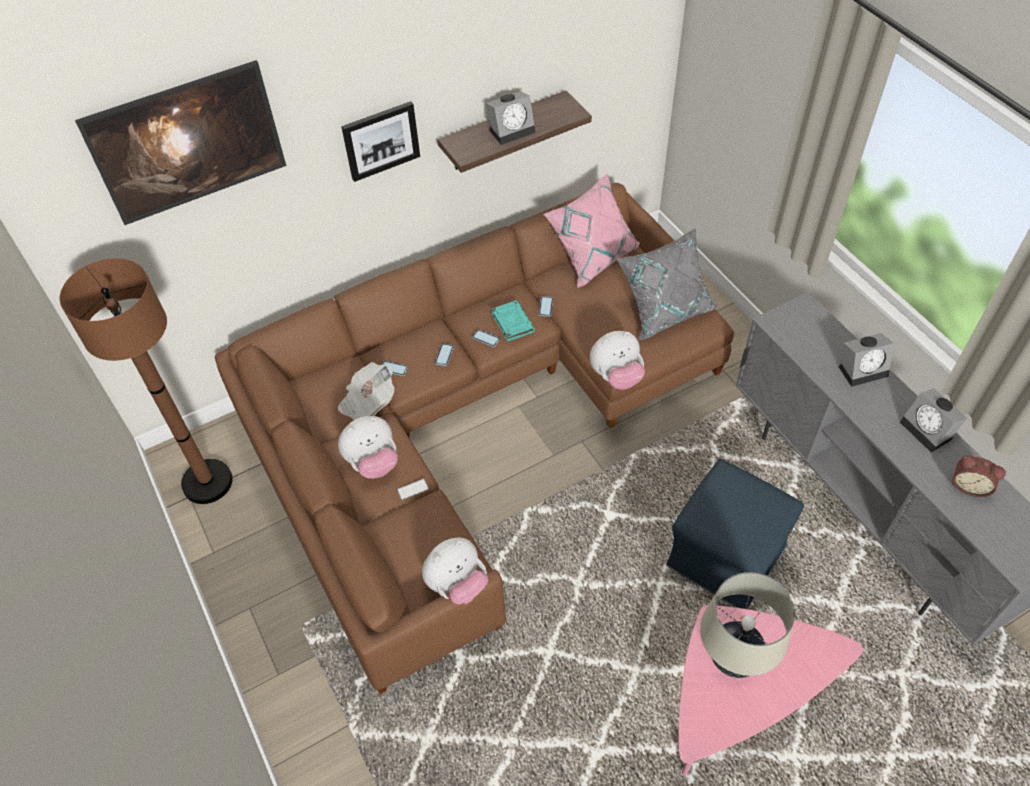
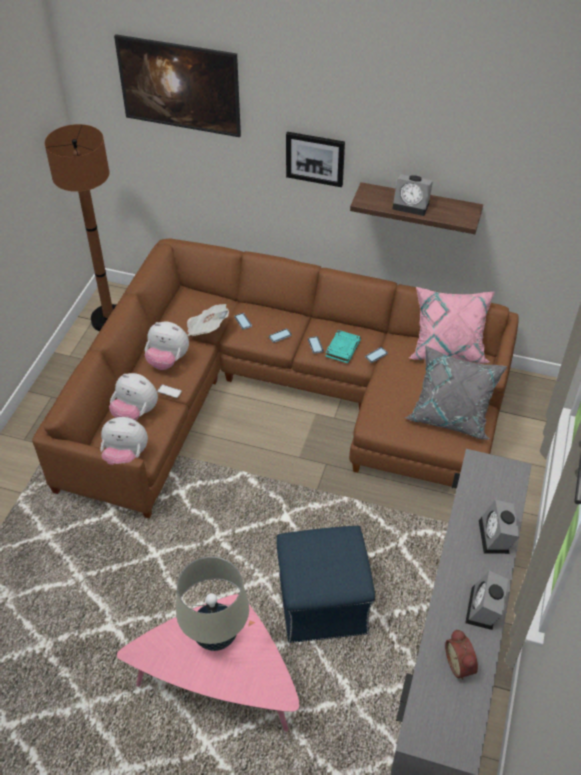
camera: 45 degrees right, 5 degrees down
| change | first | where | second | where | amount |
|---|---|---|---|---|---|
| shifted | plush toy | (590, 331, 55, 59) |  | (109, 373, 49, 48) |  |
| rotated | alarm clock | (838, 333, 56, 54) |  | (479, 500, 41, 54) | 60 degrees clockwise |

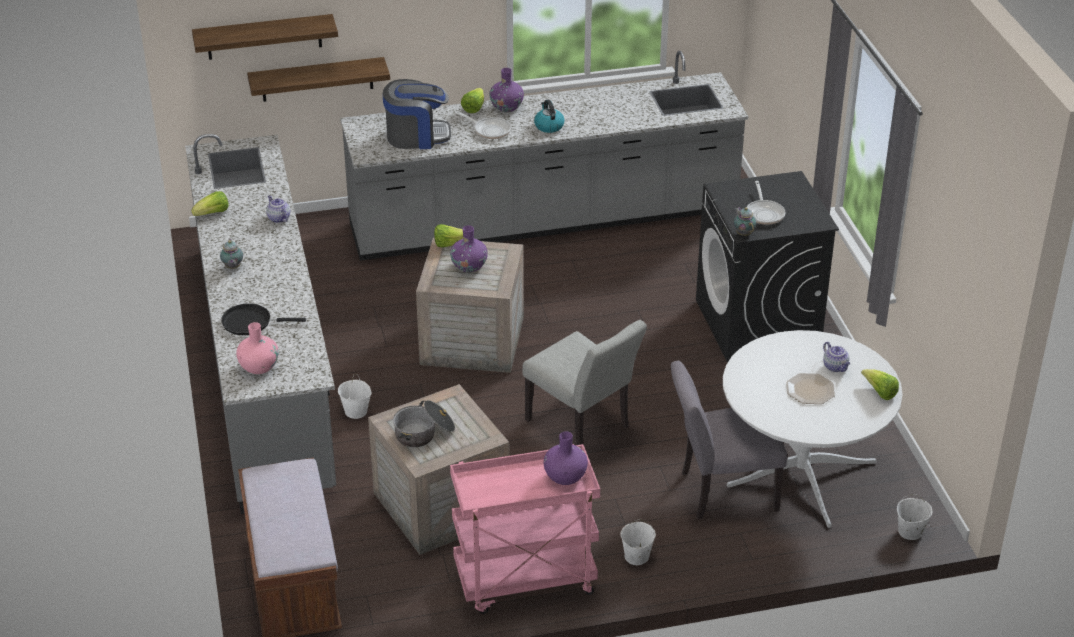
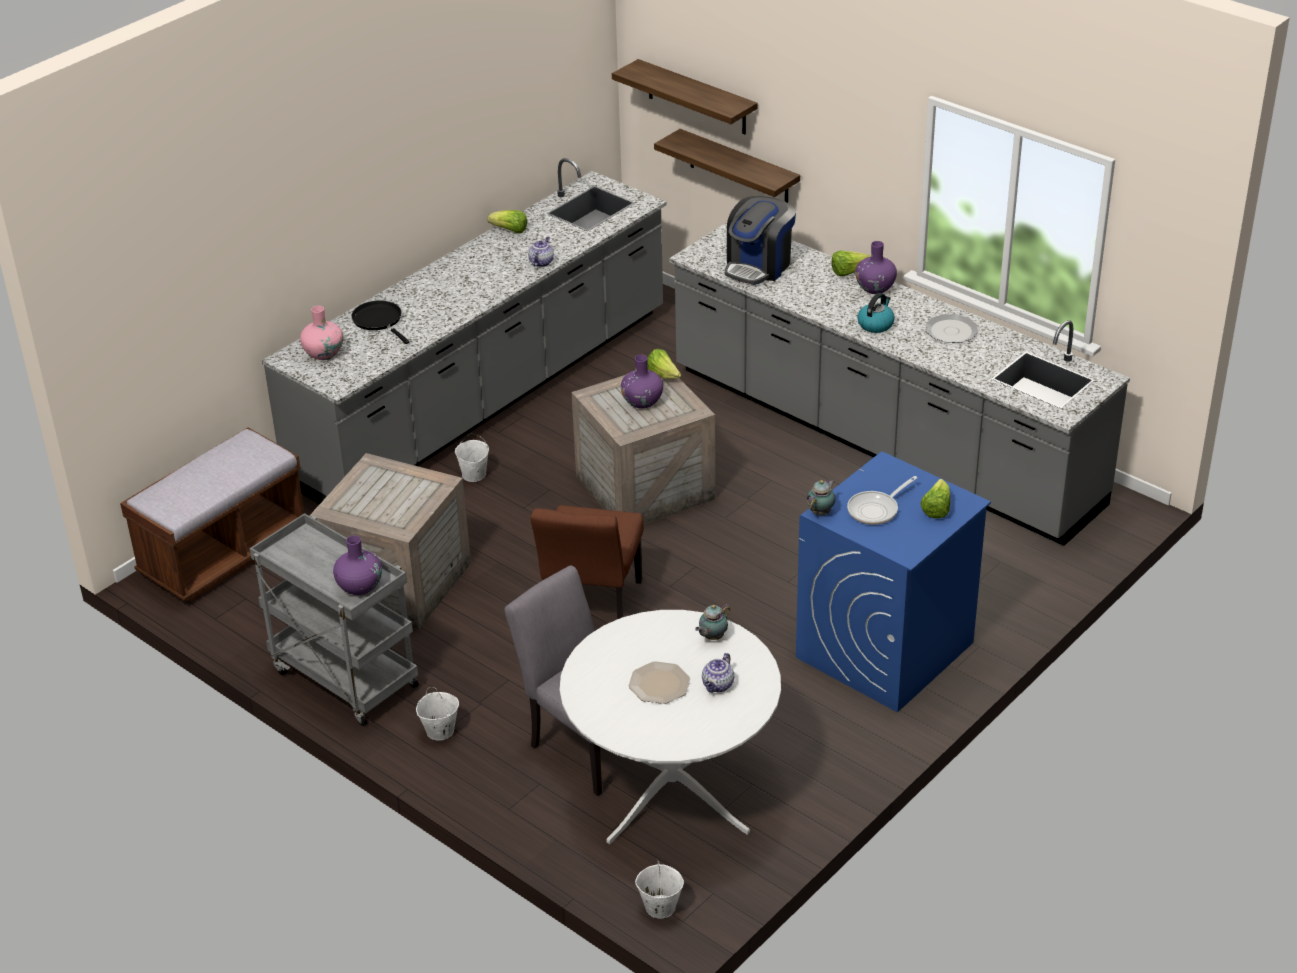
camera: 55 degrees right, 0 degrees up
| change | first | where | second | where | amount |
|---|---|---|---|---|---|
| shifted | teapot | (220, 239, 23, 30) |  | (695, 604, 35, 36) |  |
| rotated | coffee machine | (383, 79, 68, 70) |  | (725, 196, 71, 89) | 75 degrees clockwise |
| gone | cooking pot | (393, 400, 62, 47) |  |  |  |
| repainted | pink cart | (450, 444, 150, 170) | grey cart | (250, 513, 169, 213) |  |
| gone | frying pan | (454, 111, 57, 28) |  |  |  |
| repainted | grey chair | (522, 320, 125, 125) | brown chair | (531, 505, 113, 114) |  |
| repainted | black washing machine | (696, 171, 143, 191) | blue washing machine | (796, 451, 195, 262) |  |
| shifted | lettuce | (861, 369, 38, 31) |  | (921, 479, 29, 39) |  |
| new |  |  | plate | (925, 314, 53, 29) |  |

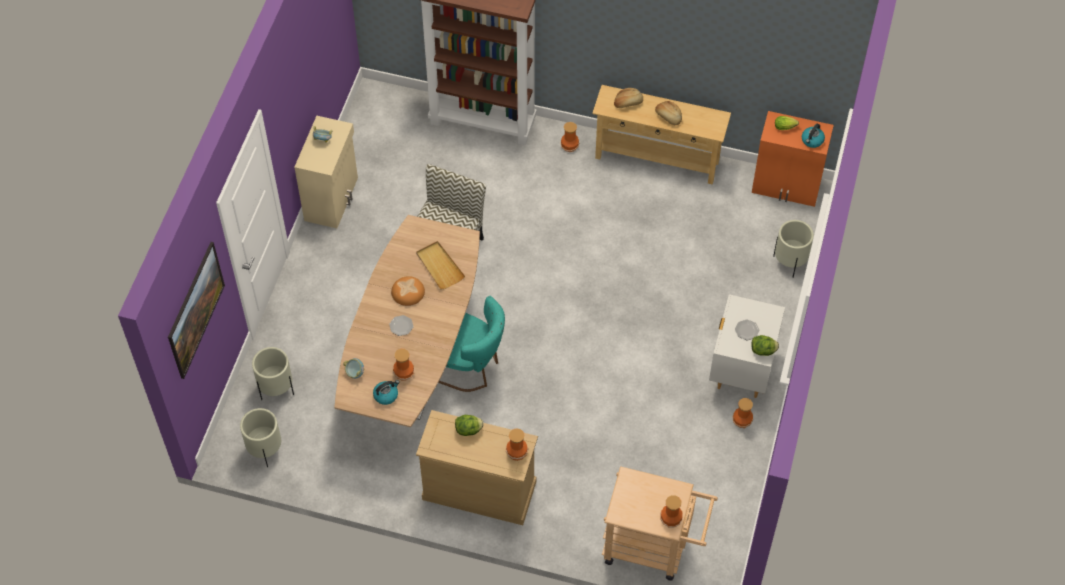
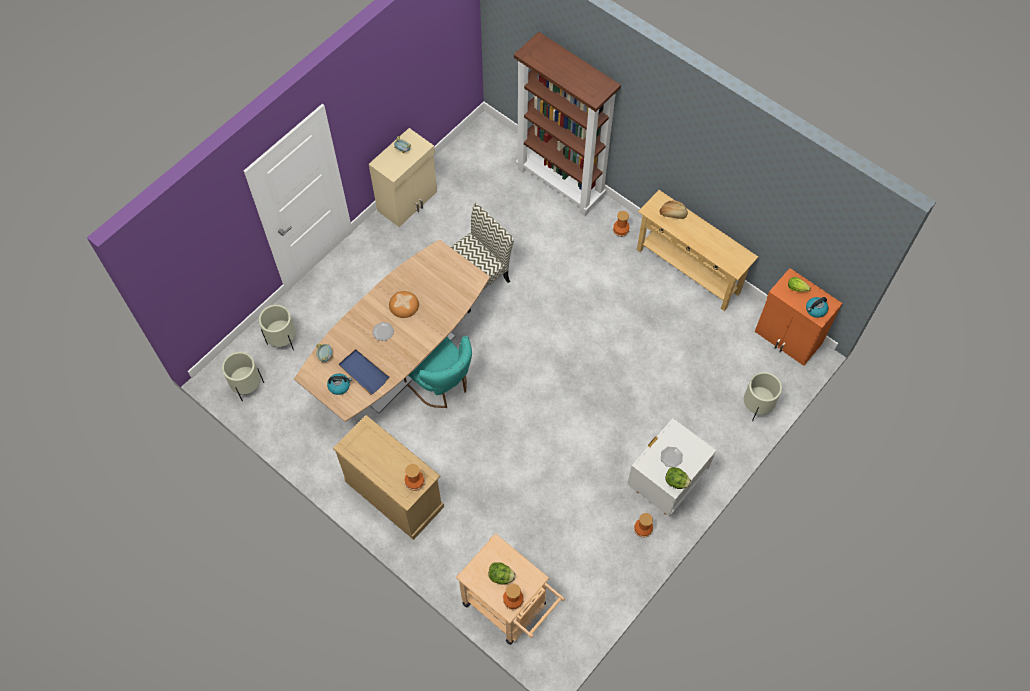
camera: 25 degrees right, 5 degrees up
| change | first | where | second | where | amount |
|---|---|---|---|---|---|
| gone | picture | (168, 242, 57, 137) |  |  |  |
| swapped | vase | (393, 349, 21, 32) | blue tray | (339, 349, 51, 46) |  |
| gone | beige tray | (416, 241, 49, 48) |  |  |  |
| shifted | lettuce | (455, 415, 29, 21) |  | (488, 562, 28, 23) |  |
| gone | bread | (655, 101, 27, 24) |  |  |  |

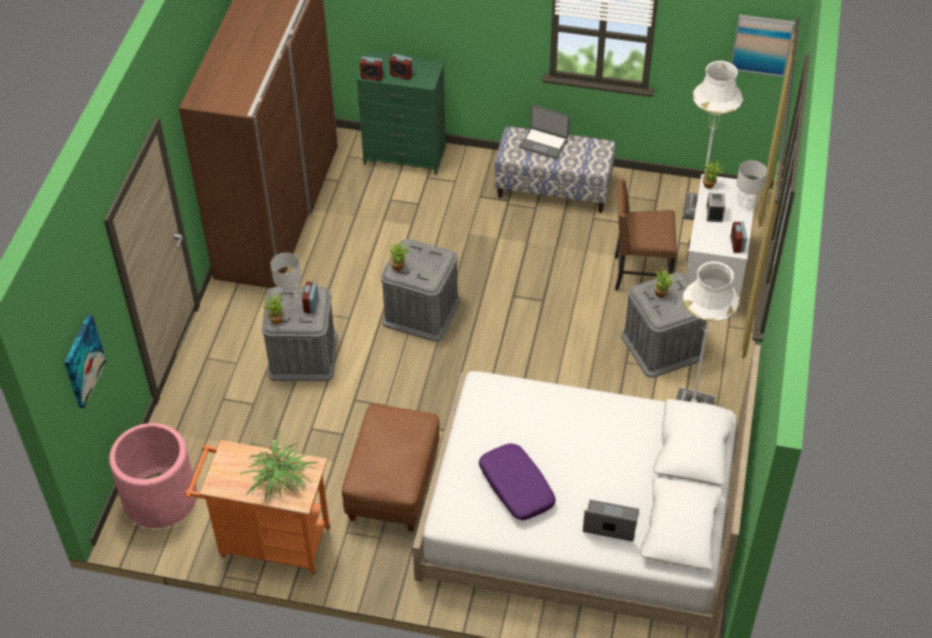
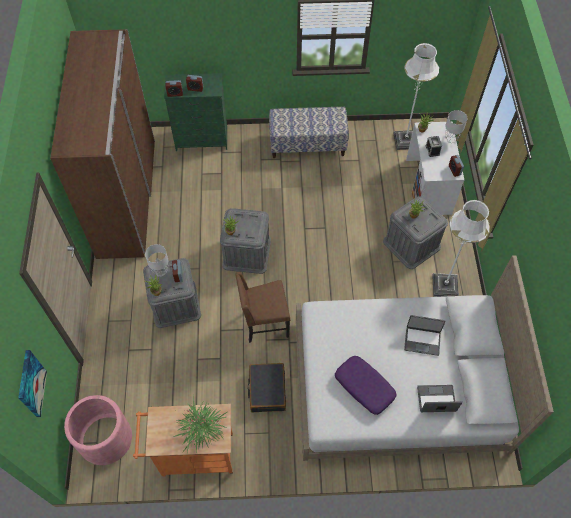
camera: 15 degrees left, 10 degrees up
| change | first | where | second | where | amount |
|---|---|---|---|---|---|
| swapped | brown ottoman | (342, 404, 97, 128) | black suitcase | (247, 363, 39, 49) |  |
| shifted | laptop | (519, 105, 51, 54) |  | (404, 315, 42, 41) |  |
| shifted | brown chair | (615, 178, 62, 112) |  | (235, 272, 55, 71) |  |
| gone | picture | (731, 14, 64, 63) |  |  |  |

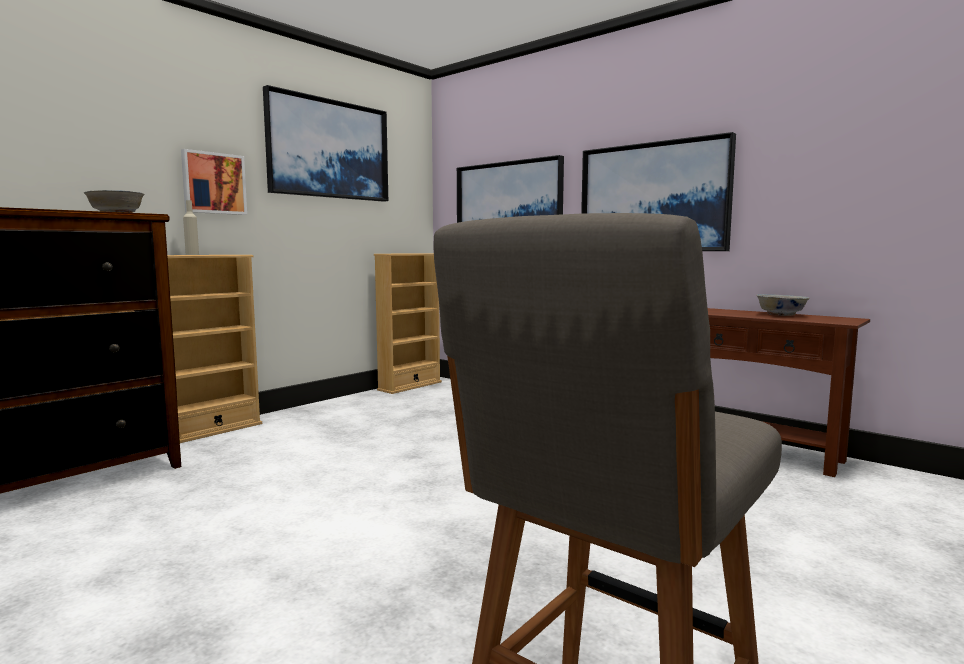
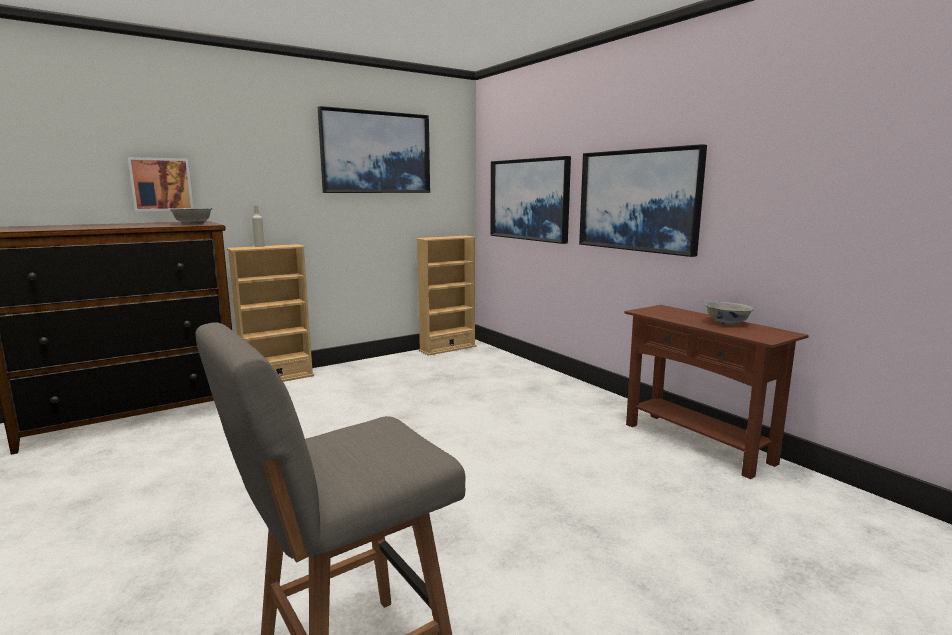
camera: 15 degrees right, 5 degrees up
| change | first | where | second | where | amount |
|---|---|---|---|---|---|
| shifted | picture | (181, 149, 66, 66) |  | (127, 157, 67, 54) |  |

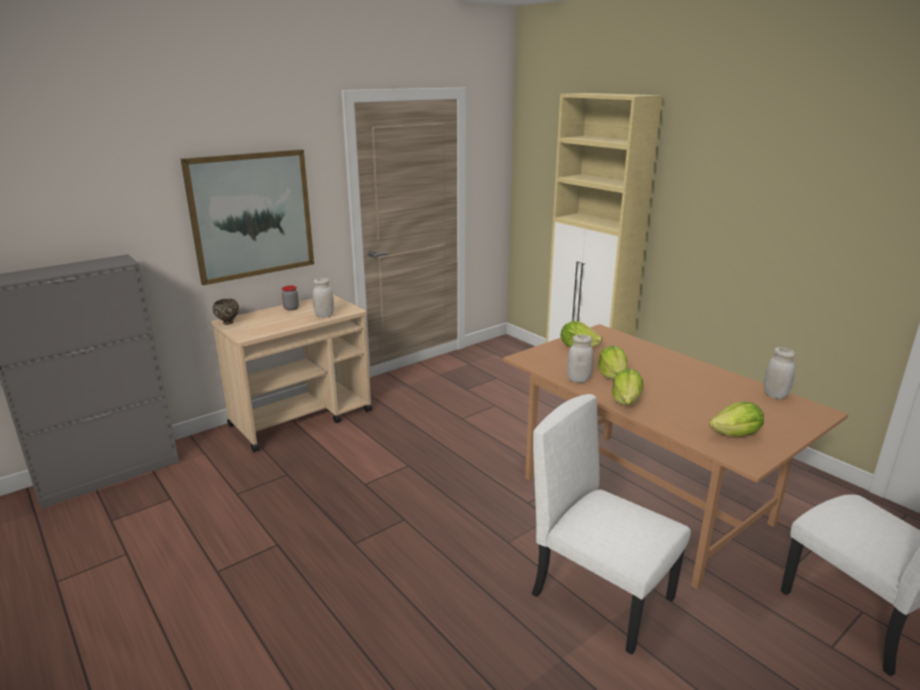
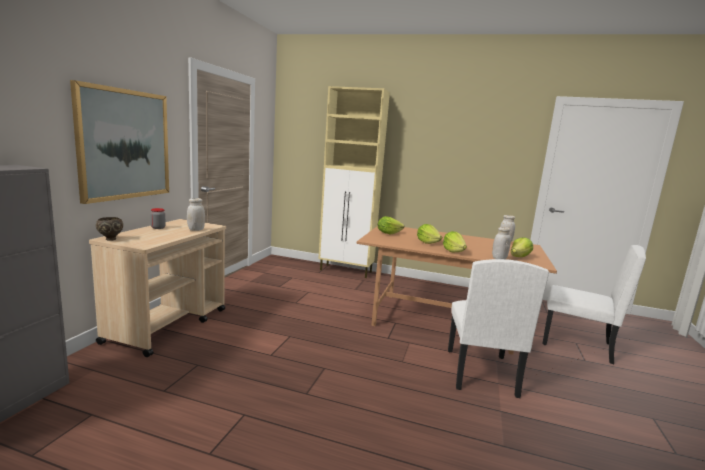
camera: 35 degrees left, 10 degrees down
| change | first | where | second | where | amount |
|---|---|---|---|---|---|
| rotated | white chair | (532, 394, 159, 261) |  | (448, 259, 101, 139) | 90 degrees counterclockwise |
| shifted | white jar | (567, 334, 27, 49) |  | (492, 227, 19, 32) |  |

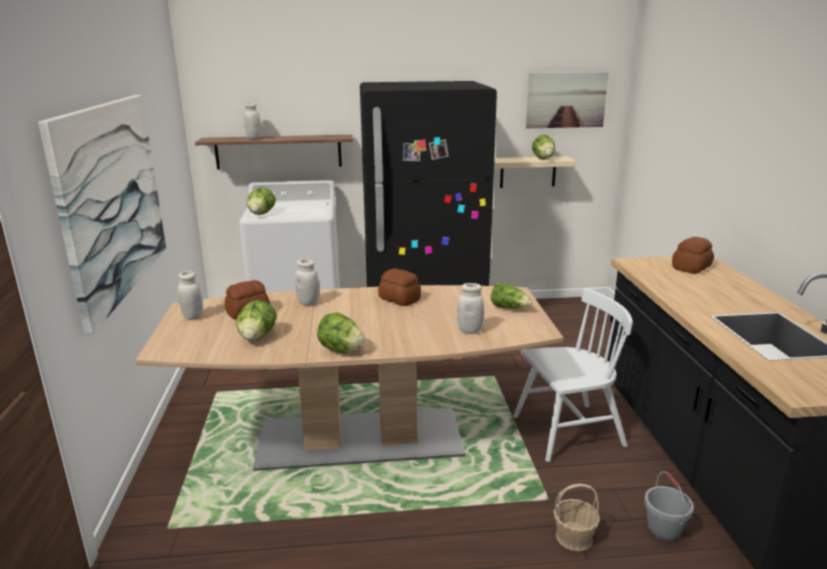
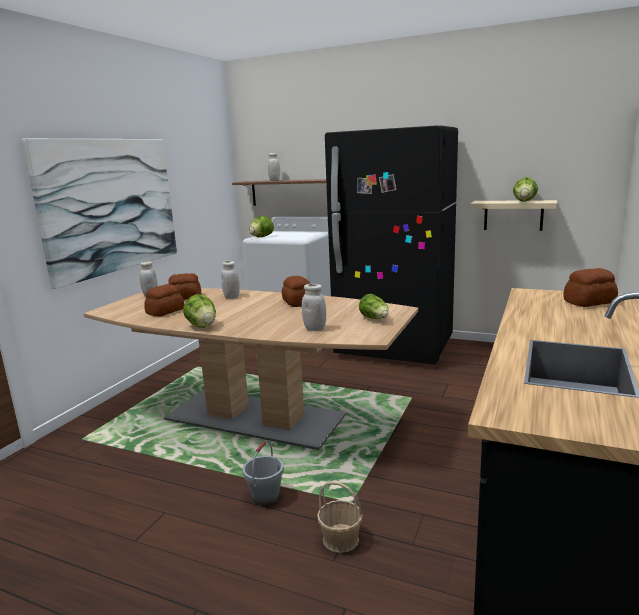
camera: 30 degrees right, 5 degrees down
| change | first | where | second | where | amount |
|---|---|---|---|---|---|
| swapped | lettuce | (236, 300, 41, 41) | bread | (144, 284, 40, 32) |  |
| gone | white chair | (513, 288, 120, 174) |  |  |  |
| gone | picture | (526, 72, 83, 56) |  |  |  |
| shifted | grey bucket | (644, 471, 50, 72) |  | (242, 440, 42, 65) |  |

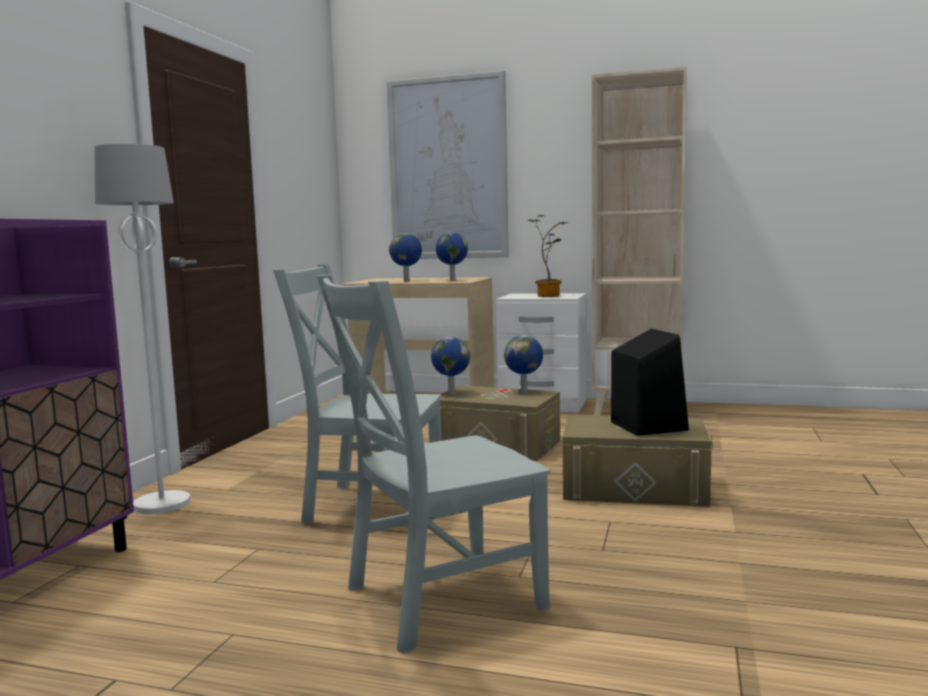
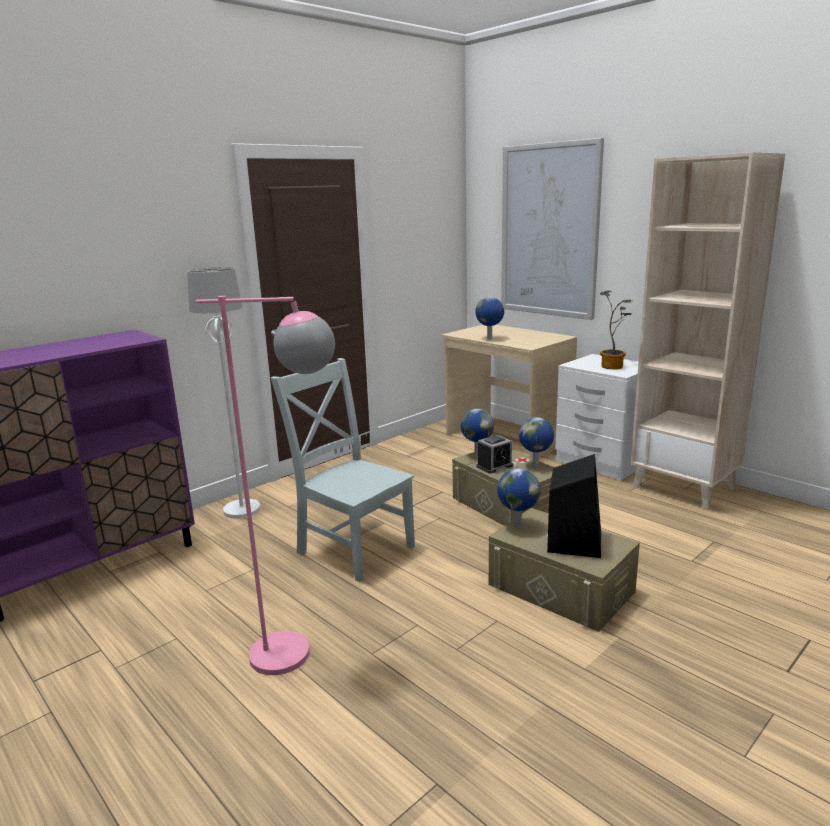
camera: 30 degrees right, 10 degrees up
| change | first | where | second | where | amount |
|---|---|---|---|---|---|
| swapped | grey chair | (317, 275, 234, 379) | pink floor lamp | (196, 296, 139, 379) |  |
| shifted | globe | (436, 232, 32, 48) |  | (497, 468, 43, 60) |  |
| new |  |  | alarm clock | (477, 435, 36, 39) |  |

